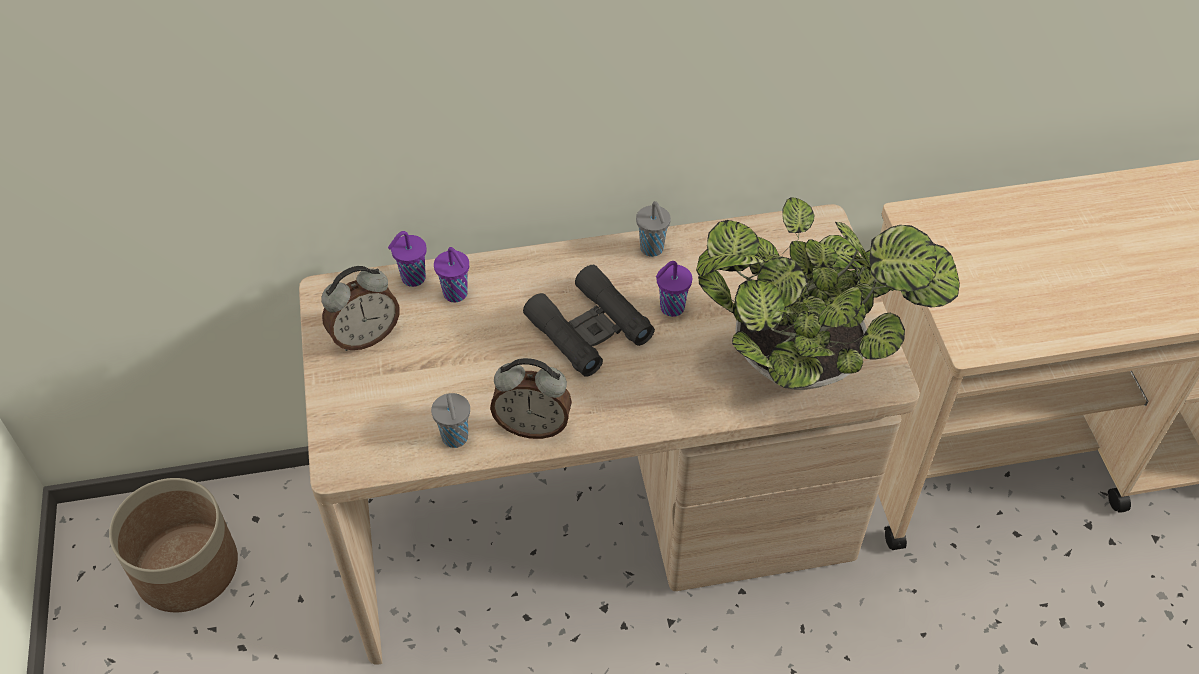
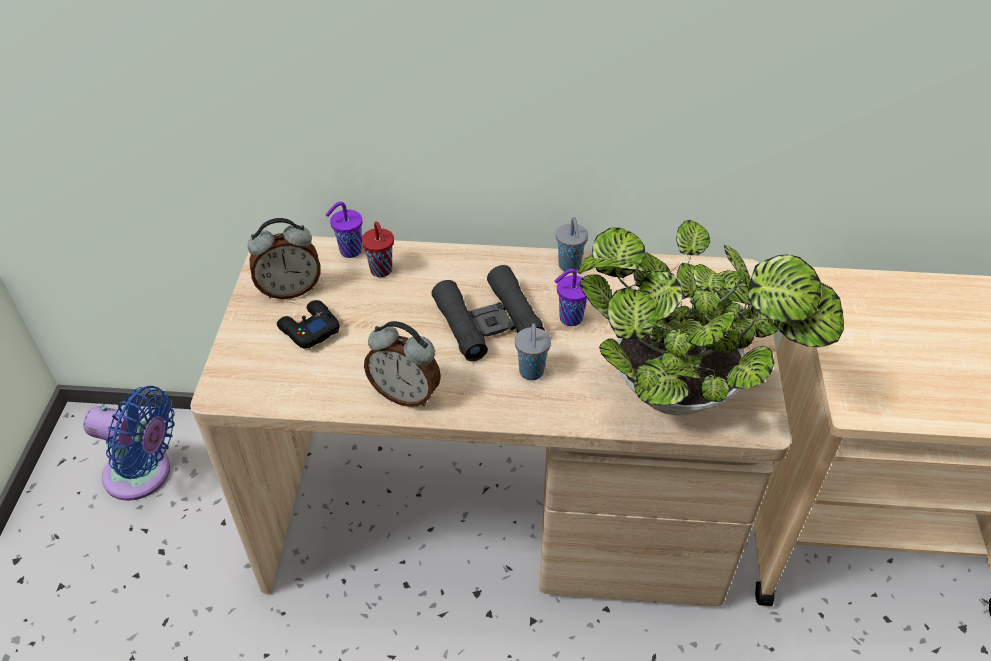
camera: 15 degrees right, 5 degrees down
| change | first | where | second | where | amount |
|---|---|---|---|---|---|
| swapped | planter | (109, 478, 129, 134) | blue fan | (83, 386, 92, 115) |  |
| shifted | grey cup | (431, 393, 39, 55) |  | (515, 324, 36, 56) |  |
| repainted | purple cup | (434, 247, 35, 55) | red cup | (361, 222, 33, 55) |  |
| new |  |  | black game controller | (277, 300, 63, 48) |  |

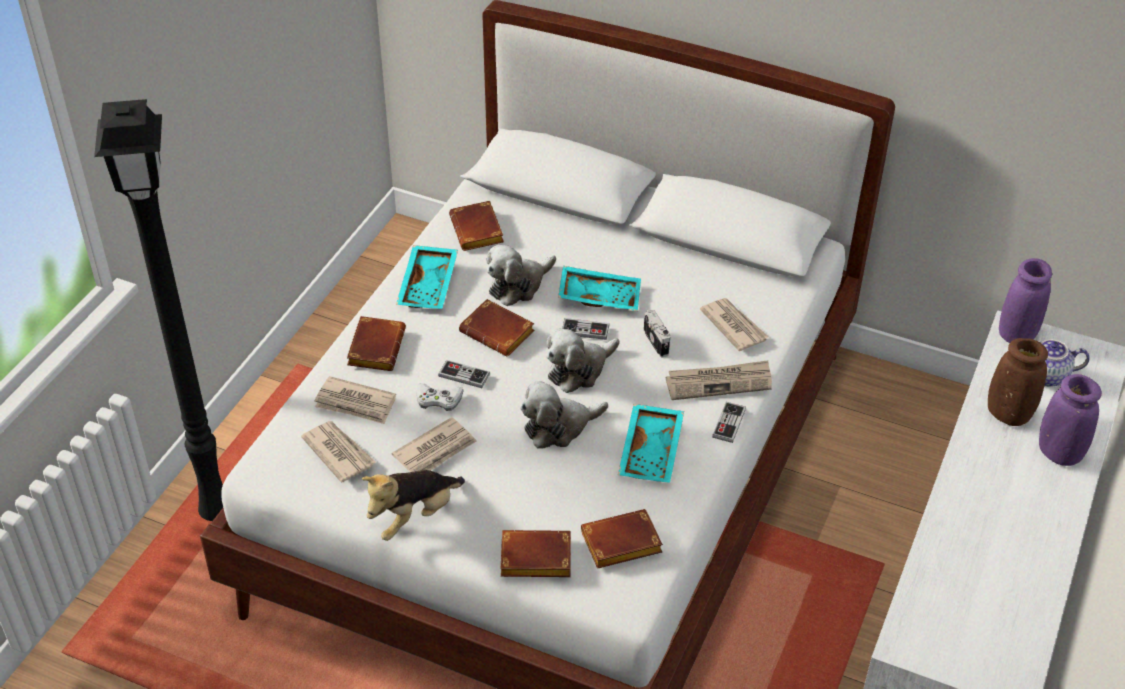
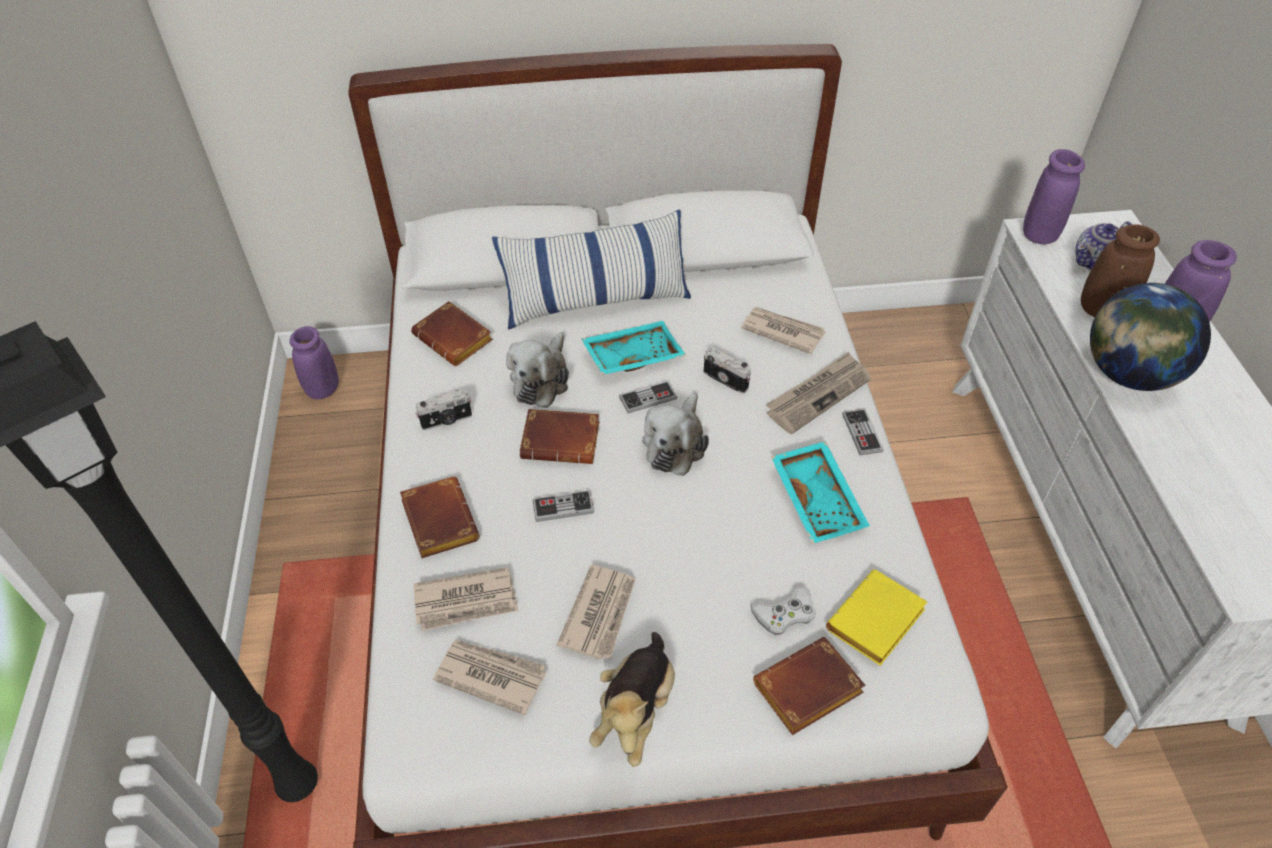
camera: 30 degrees left, 5 degrees up
| change | first | where | second | where | amount |
|---|---|---|---|---|---|
| swapped | turquoise tray | (396, 245, 62, 64) | photo camera | (416, 389, 56, 41) |  |
| shifted | white game controller | (416, 383, 48, 28) |  | (750, 585, 66, 50) |  |
| gone | plush toy | (521, 381, 87, 68) |  |  |  |
| repainted | brown book | (581, 509, 82, 60) | yellow book | (826, 570, 101, 96) |  |
| new |  |  | purple vase | (289, 326, 50, 73) |  |
| new |  |  | pillow | (492, 209, 199, 120) |  |
| new |  |  | globe | (1090, 283, 121, 108) |  |

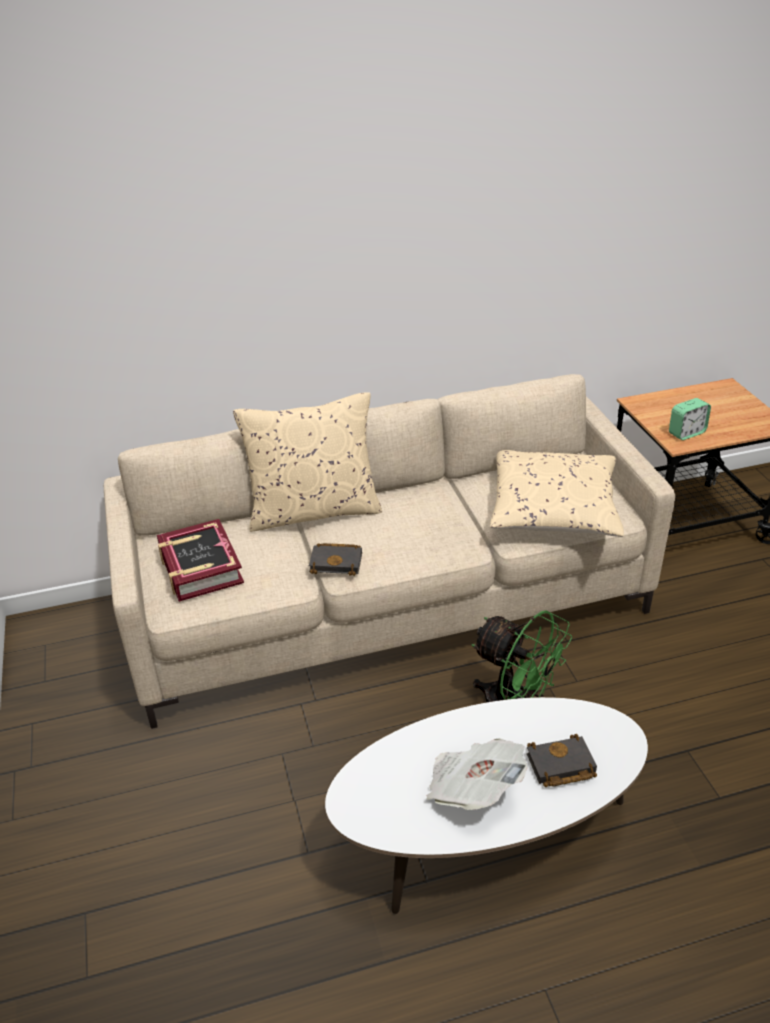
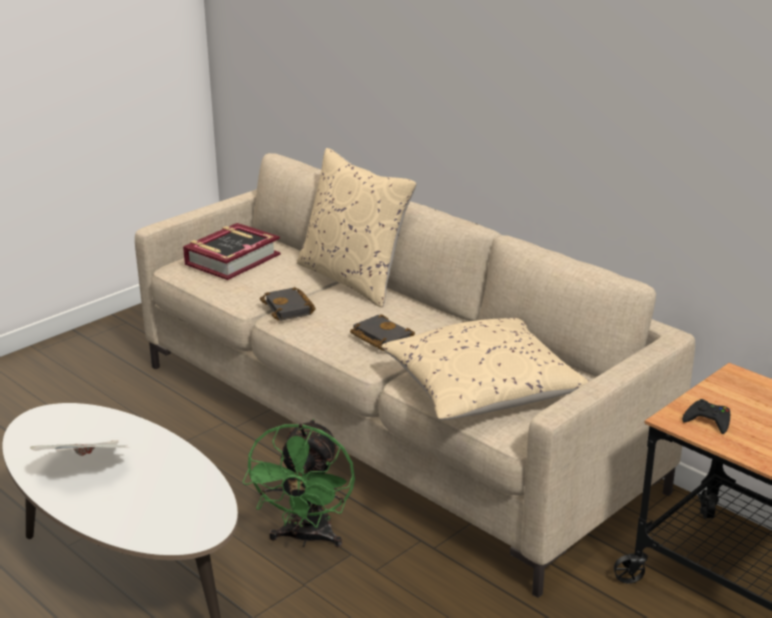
camera: 60 degrees right, 10 degrees down
| change | first | where | second | where | amount |
|---|---|---|---|---|---|
| shifted | black book | (527, 734, 70, 53) |  | (350, 314, 65, 37) |  |
| swapped | alarm clock | (669, 398, 42, 42) | black game controller | (682, 399, 48, 35) |  |

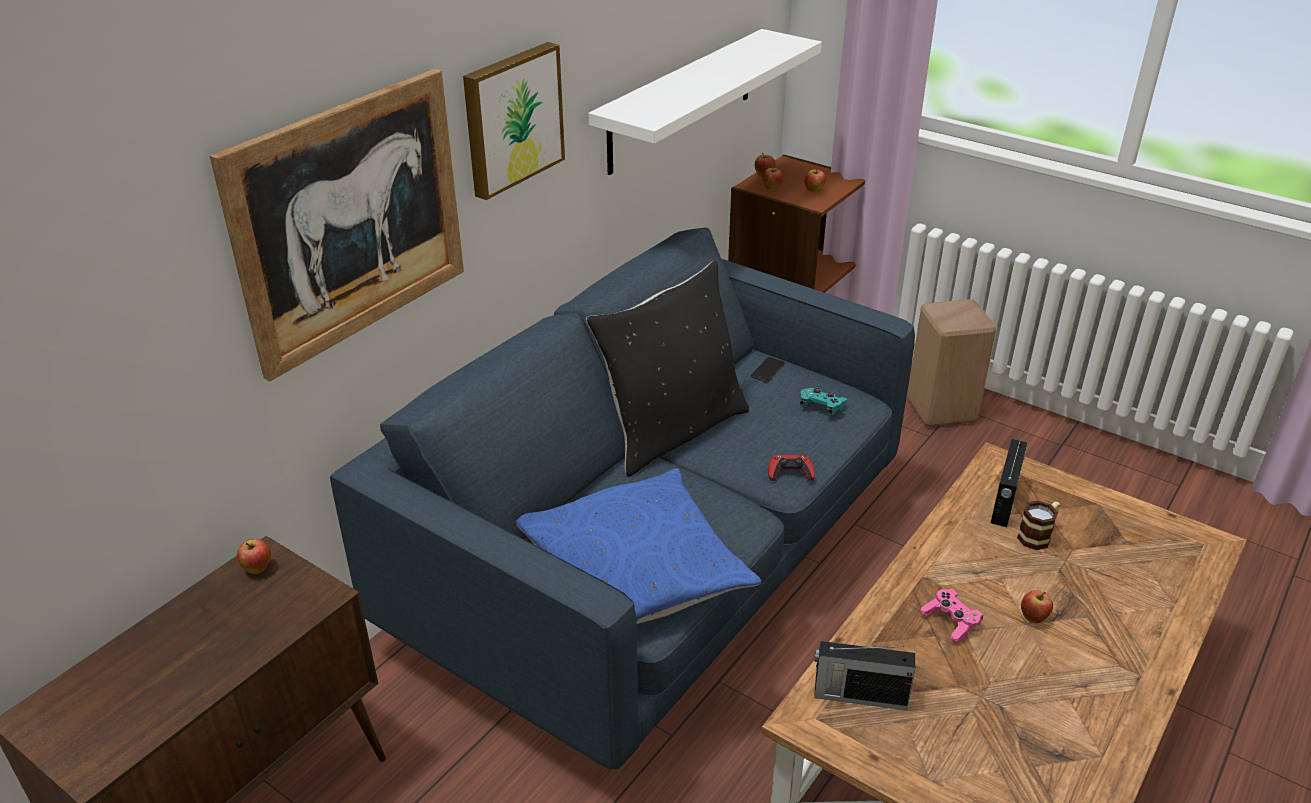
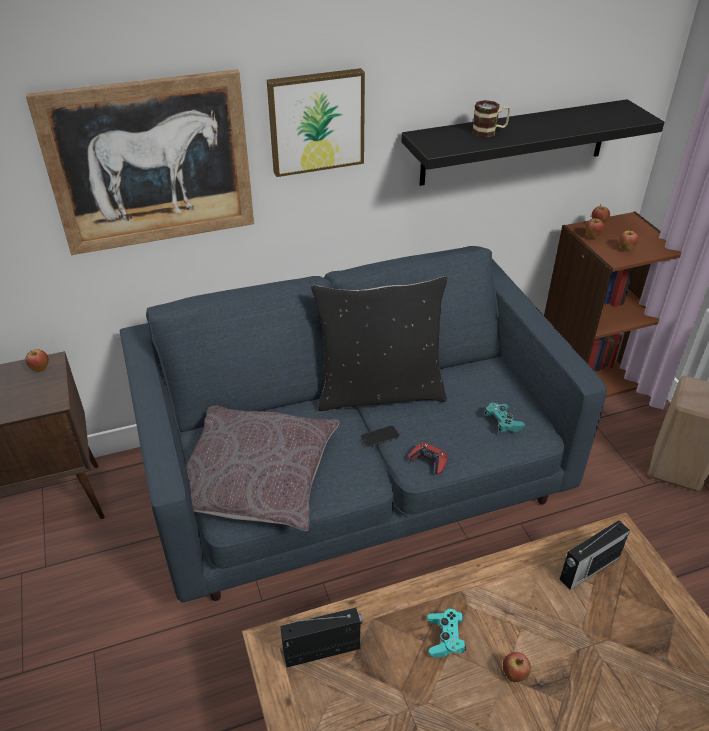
camera: 35 degrees right, 5 degrees up
| change | first | where | second | where | amount |
|---|---|---|---|---|---|
| repainted | blue pillow | (516, 468, 245, 156) | grey pillow | (186, 406, 154, 125) |  |
| repainted | white shelf | (589, 29, 233, 146) | black shelf | (401, 99, 264, 87) |  |
| shifted | phone | (751, 357, 34, 25) |  | (361, 426, 39, 21) |  |
| rotated | radio | (814, 641, 101, 69) |  | (280, 607, 83, 60) | 120 degrees clockwise |
| repainted | pink game controller | (920, 589, 63, 55) | turquoise game controller | (427, 609, 39, 48) |  |
| shifted | mug | (1017, 500, 43, 50) |  | (472, 100, 38, 37) |  |

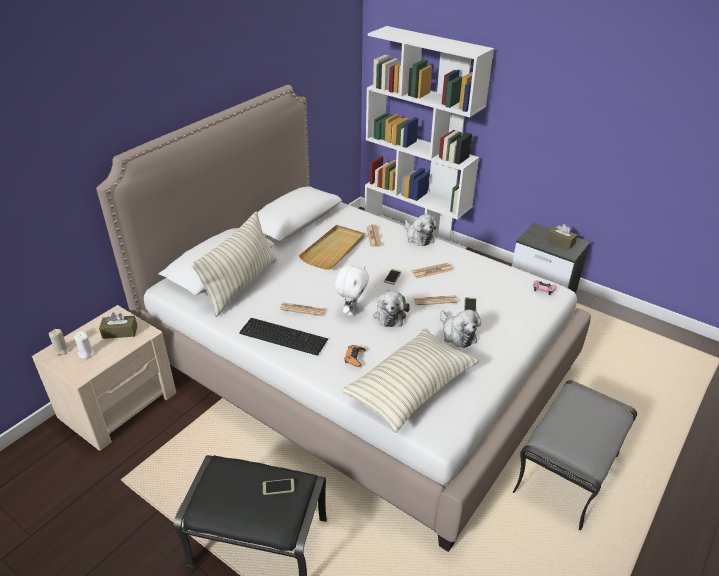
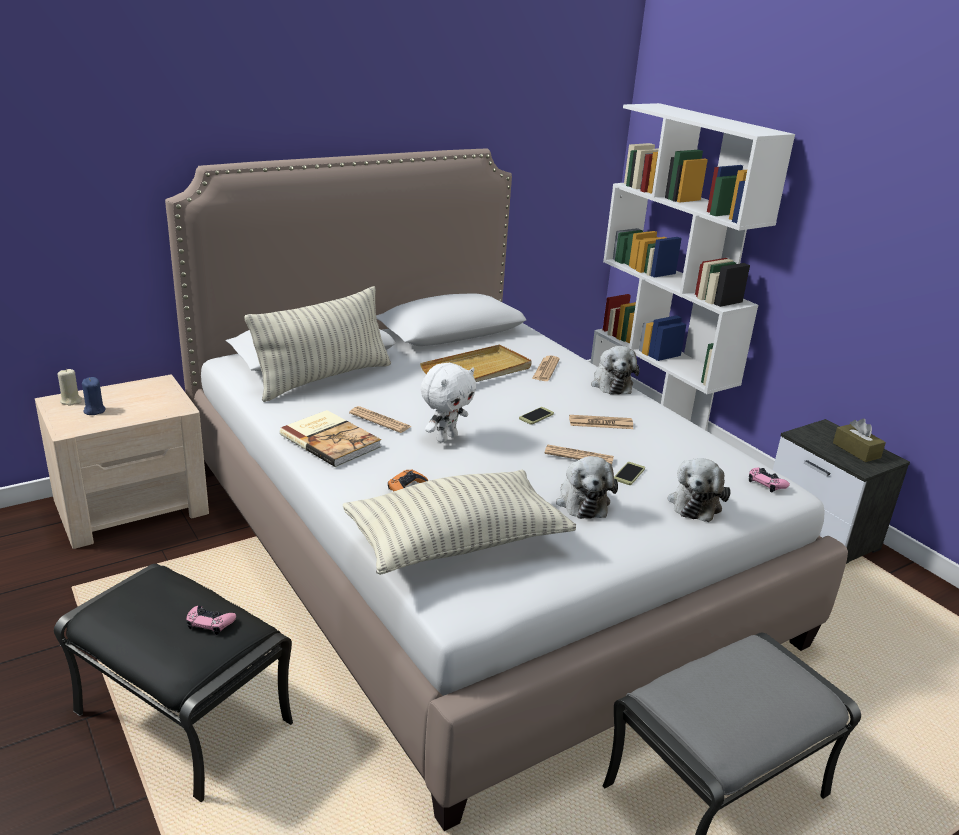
camera: 20 degrees right, 10 degrees down
| change | first | where | second | where | amount |
|---|---|---|---|---|---|
| repainted | white candle | (74, 331, 21, 28) | blue candle | (82, 377, 23, 38) |  |
| gone | brown tissue box | (99, 312, 38, 27) |  |  |  |
| swapped | keyboard | (239, 318, 89, 38) | book | (280, 410, 101, 57) |  |
| swapped | phone | (263, 479, 32, 16) | pink game controller | (186, 605, 50, 30) |  |
| shifted | plush toy | (373, 290, 37, 37) |  | (667, 458, 64, 64) |  |

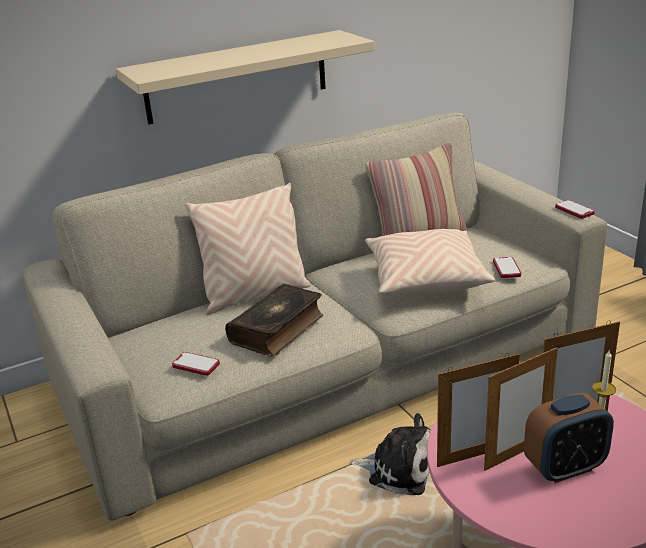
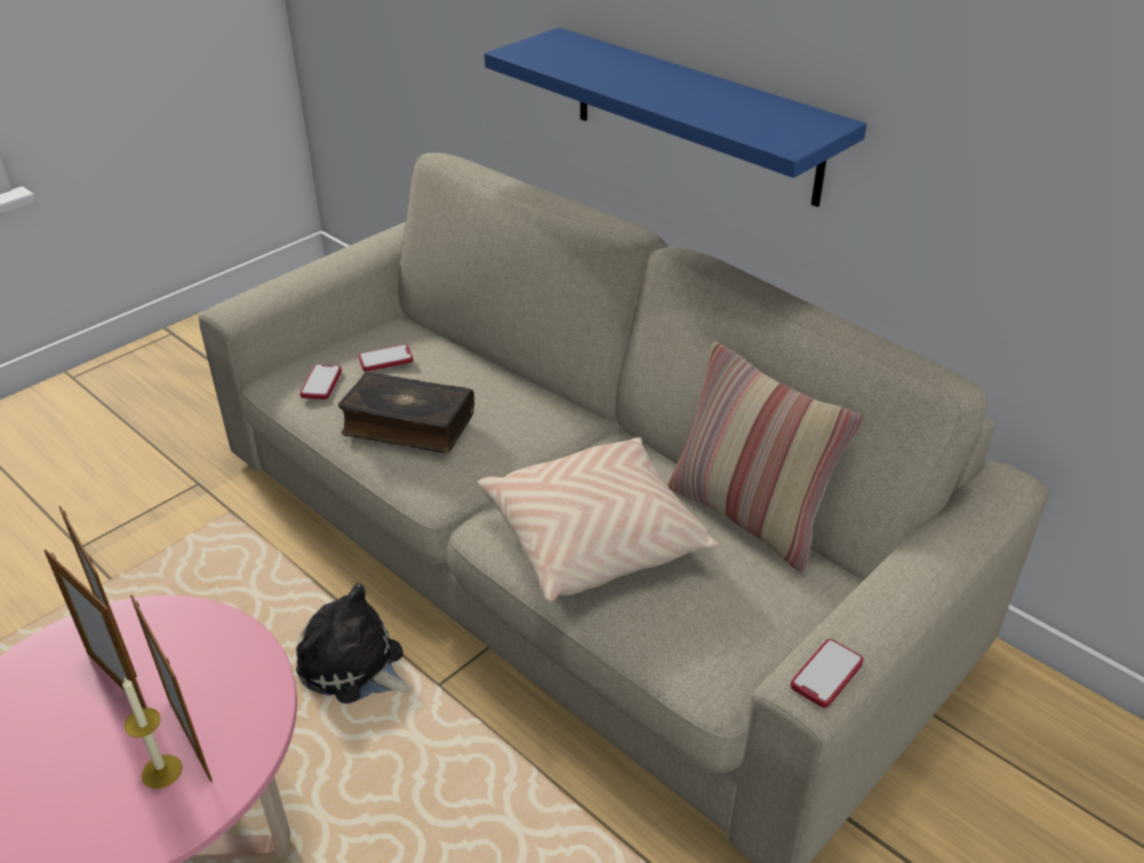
camera: 70 degrees right, 10 degrees up
| change | first | where | second | where | amount |
|---|---|---|---|---|---|
| repainted | beige shelf | (116, 30, 259, 94) | blue shelf | (484, 28, 383, 179) |  |
| gone | beige pillow | (185, 183, 126, 132) |  |  |  |
| rotated | plush toy | (349, 413, 82, 82) |  | (296, 583, 115, 121) | 120 degrees clockwise |
| shifted | phone | (493, 257, 28, 21) |  | (358, 345, 55, 27) |  |
| gone | alarm clock | (524, 393, 90, 90) |  |  |  |

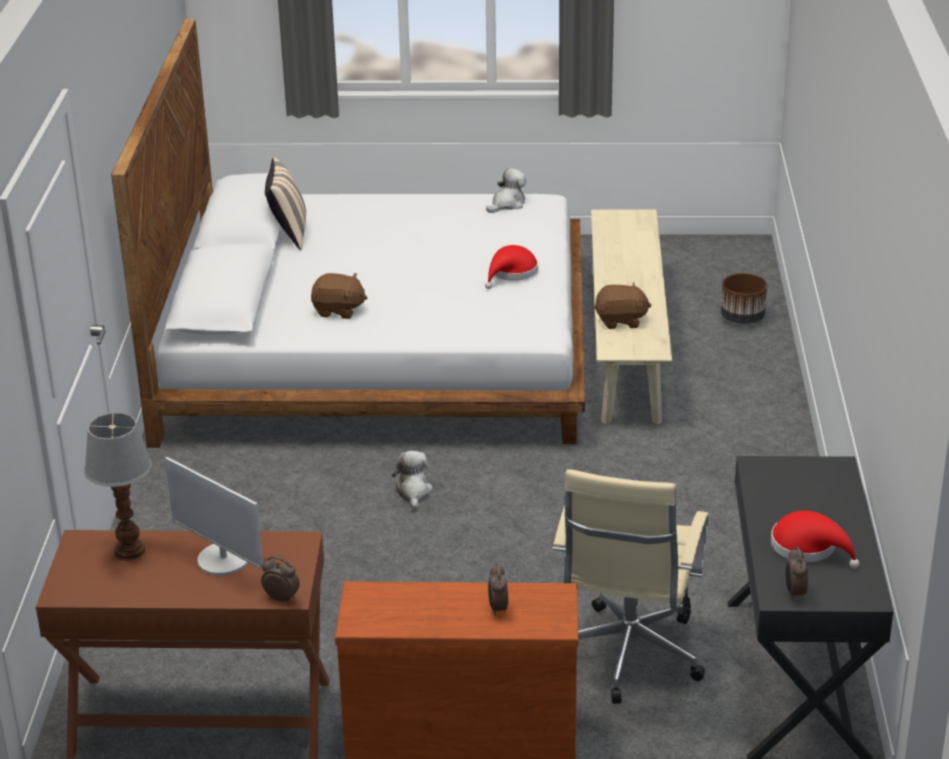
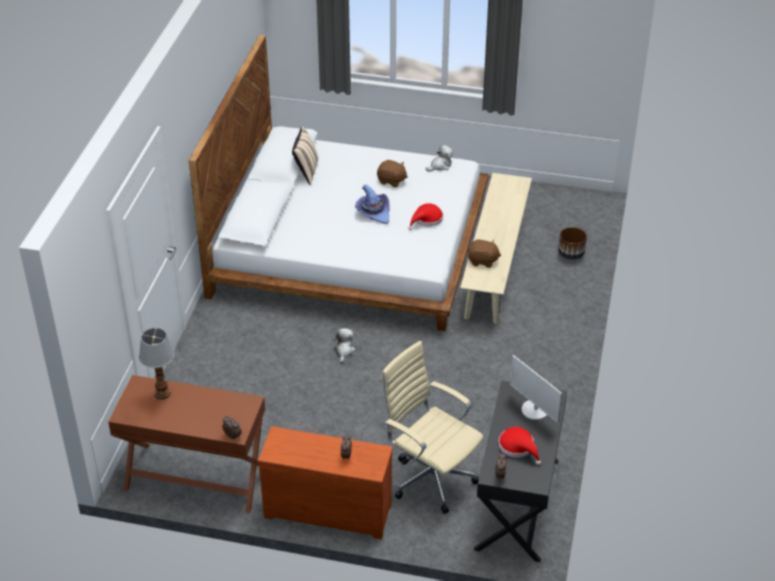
camera: 10 degrees right, 10 degrees up
| change | first | where | second | where | amount |
|---|---|---|---|---|---|
| shifted | monitor | (165, 457, 98, 118) |  | (510, 355, 52, 68) |  |
| shifted | brown plush toy | (311, 273, 56, 46) |  | (377, 160, 31, 27) |  |
| rotated | beige office chair | (552, 469, 157, 235) |  | (381, 341, 103, 173) | 105 degrees clockwise |
| new |  |  | purple hat | (355, 184, 35, 40) |  |

